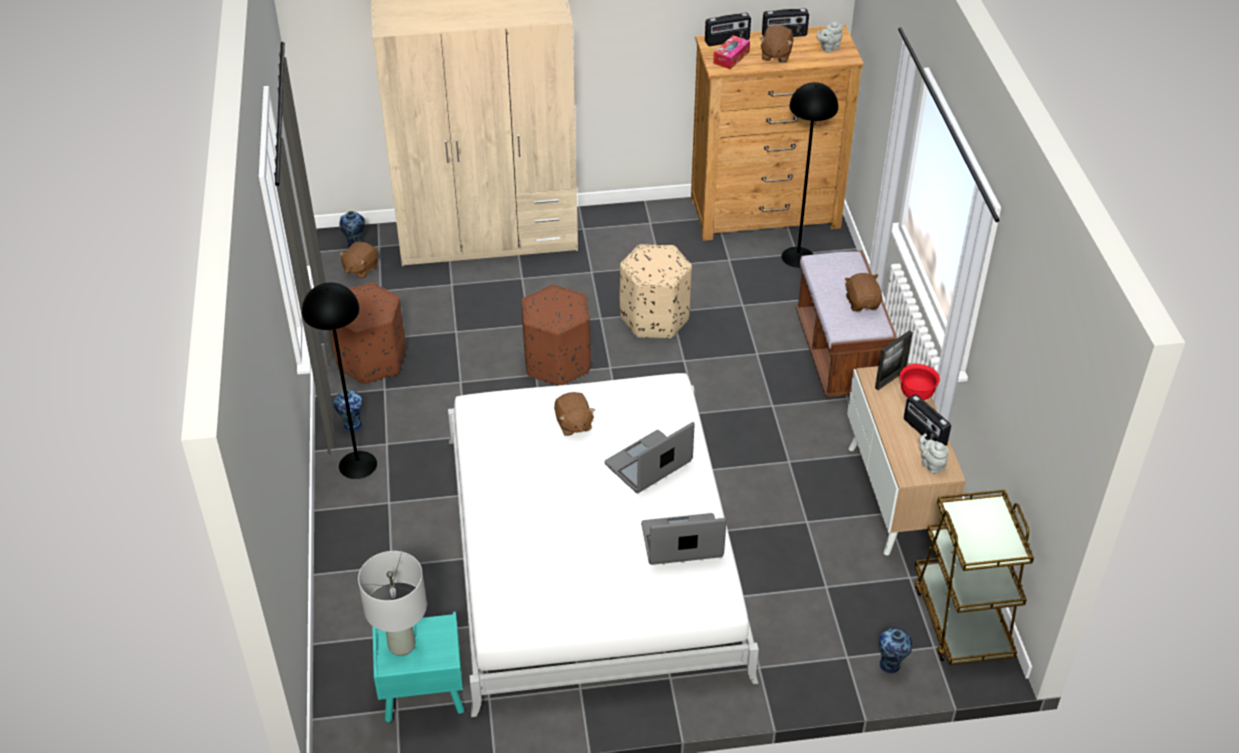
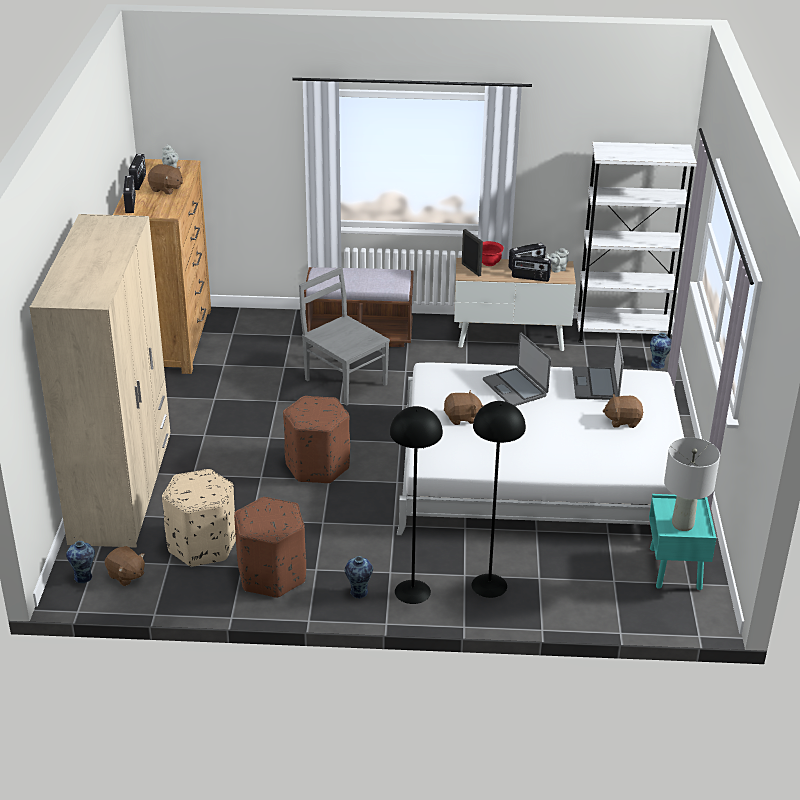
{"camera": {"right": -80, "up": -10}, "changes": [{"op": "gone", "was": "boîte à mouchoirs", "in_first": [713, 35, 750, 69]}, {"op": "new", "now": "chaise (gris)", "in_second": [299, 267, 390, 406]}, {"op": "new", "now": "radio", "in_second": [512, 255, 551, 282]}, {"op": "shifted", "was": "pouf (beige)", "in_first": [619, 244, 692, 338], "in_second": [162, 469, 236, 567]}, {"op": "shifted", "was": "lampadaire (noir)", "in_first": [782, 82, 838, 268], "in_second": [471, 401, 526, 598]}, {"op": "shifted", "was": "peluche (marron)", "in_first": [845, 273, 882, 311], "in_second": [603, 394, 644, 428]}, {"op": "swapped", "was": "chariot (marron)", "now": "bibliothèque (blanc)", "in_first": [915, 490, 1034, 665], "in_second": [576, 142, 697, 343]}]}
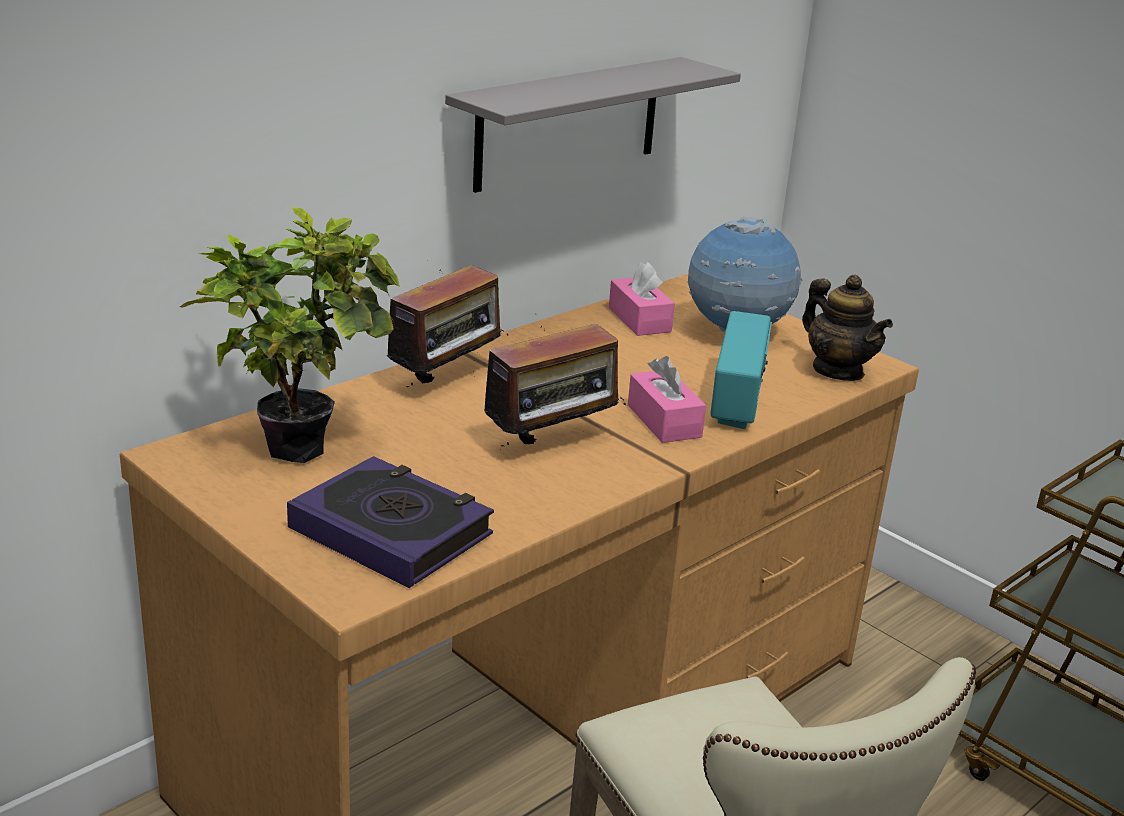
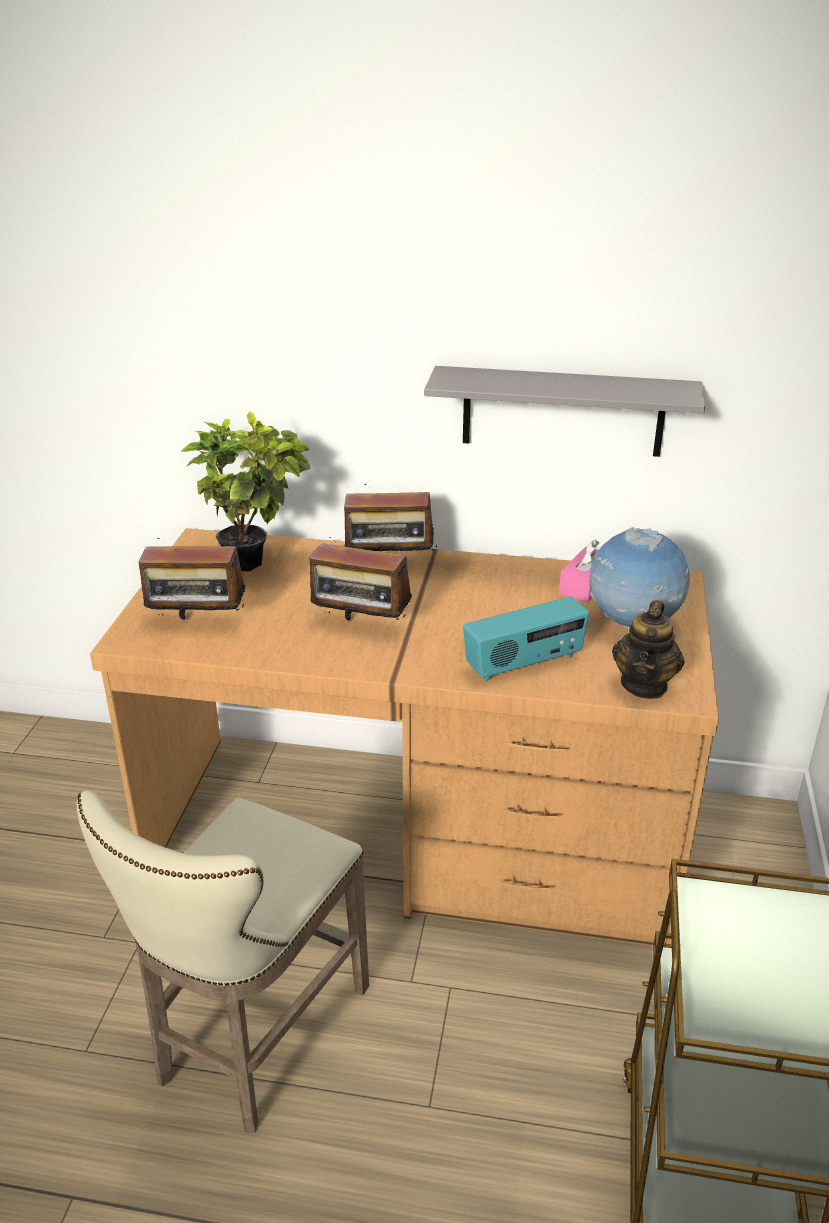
{"camera": {"right": 55, "up": 5}, "changes": [{"op": "gone", "was": "boîte à mouchoirs (rose)", "in_first": [628, 356, 706, 443]}, {"op": "swapped", "was": "livre", "now": "radio", "in_first": [287, 456, 494, 588], "in_second": [138, 538, 245, 621]}]}
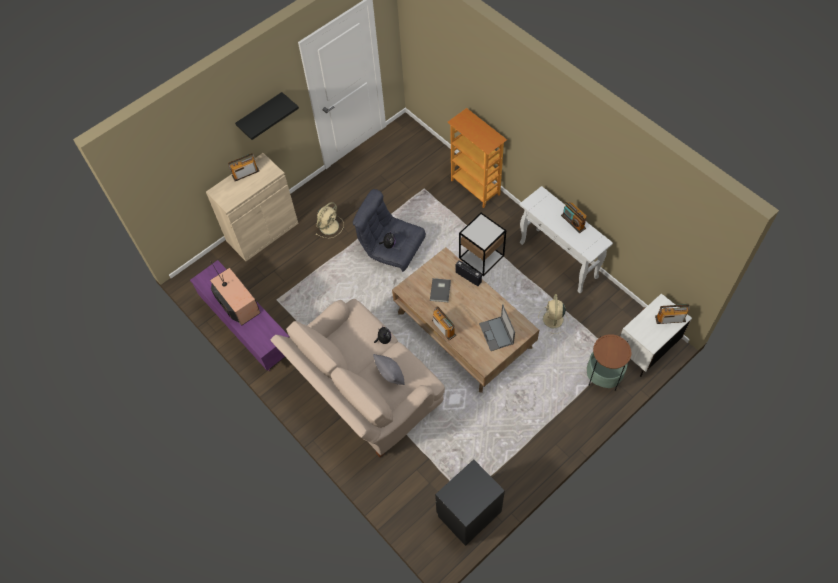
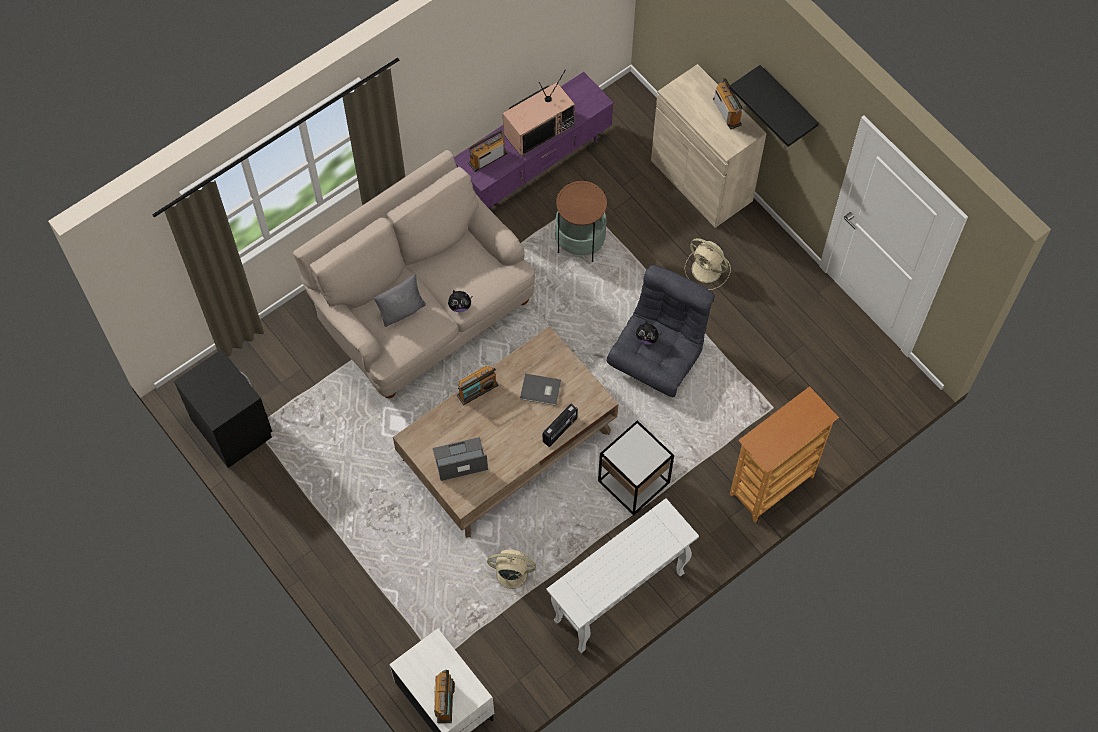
{"camera": {"right": 90, "up": 5}, "changes": [{"op": "shifted", "was": "radio", "in_first": [561, 202, 587, 233], "in_second": [468, 130, 508, 172]}, {"op": "shifted", "was": "table d'appoint", "in_first": [587, 334, 631, 391], "in_second": [555, 181, 607, 262]}]}
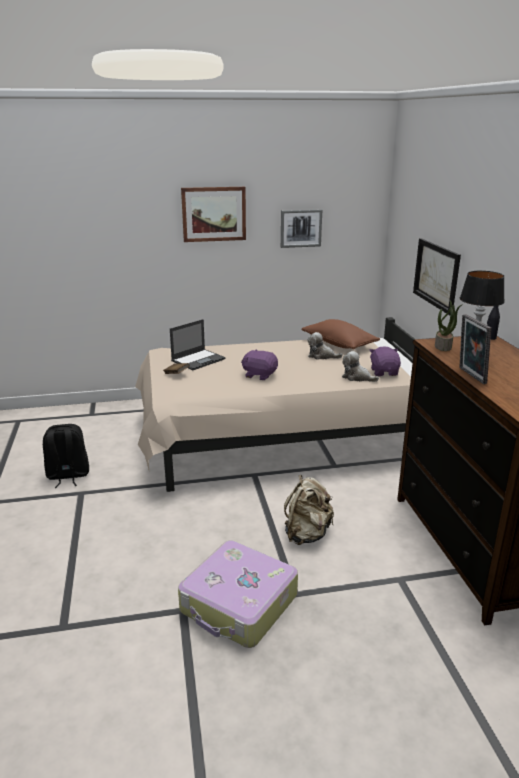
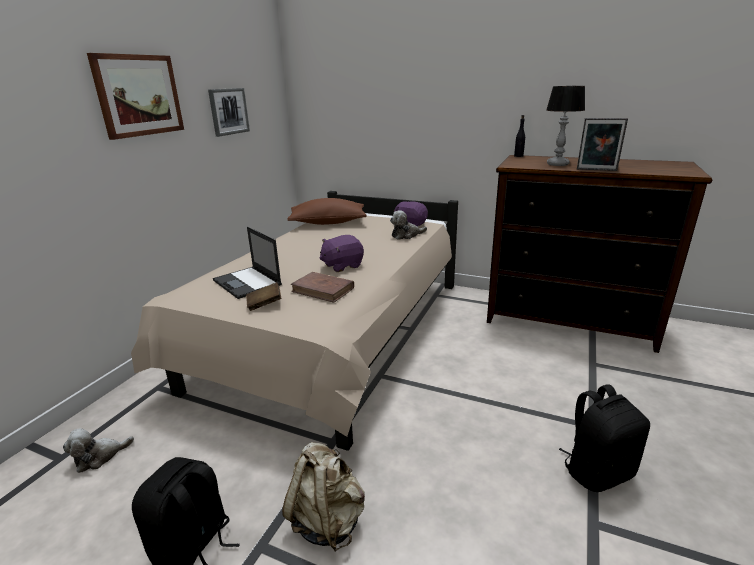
{"camera": {"right": -55, "up": 0}, "changes": [{"op": "gone", "was": "tableau", "in_first": [413, 238, 461, 315]}, {"op": "gone", "was": "plante en pot", "in_first": [435, 300, 463, 351]}, {"op": "new", "now": "livre (marron)", "in_second": [290, 272, 354, 303]}, {"op": "shifted", "was": "sac à dos (beige)", "in_first": [284, 475, 334, 545], "in_second": [282, 442, 365, 552]}, {"op": "shifted", "was": "peluche", "in_first": [307, 332, 343, 360], "in_second": [63, 428, 134, 473]}, {"op": "swapped", "was": "valise", "now": "sac à dos (noir)", "in_first": [178, 541, 298, 648], "in_second": [559, 384, 650, 492]}, {"op": "rotated", "was": "ordinateur portable", "in_first": [170, 319, 226, 370], "in_second": [213, 227, 282, 299], "clockwise": 150}]}
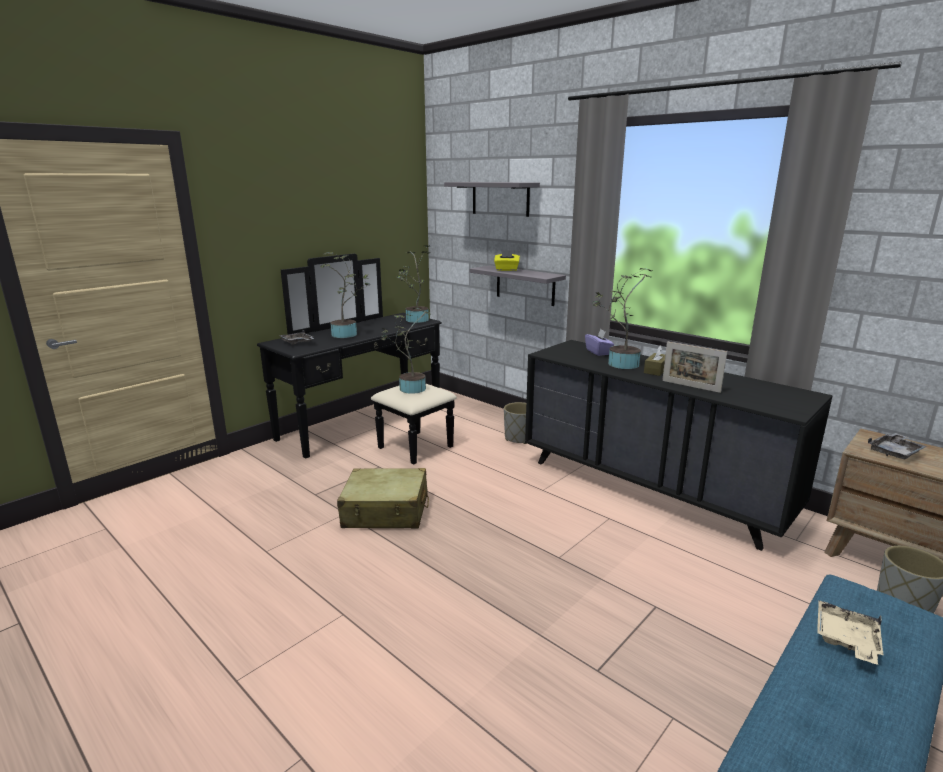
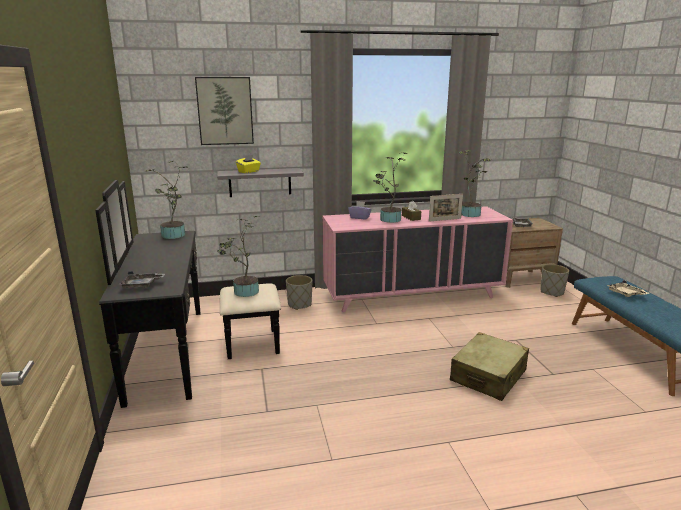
{"camera": {"right": -55, "up": 0}, "changes": [{"op": "shifted", "was": "plante en pot", "in_first": [320, 252, 369, 338], "in_second": [458, 150, 491, 217]}, {"op": "shifted", "was": "valise (beige)", "in_first": [337, 468, 429, 528], "in_second": [450, 332, 529, 401]}, {"op": "swapped", "was": "étagère (gris)", "now": "tableau", "in_first": [444, 182, 540, 217], "in_second": [195, 77, 254, 145]}, {"op": "repainted", "was": "commode (noir)", "now": "commode (rose)", "in_first": [525, 340, 833, 551], "in_second": [323, 206, 513, 312]}]}
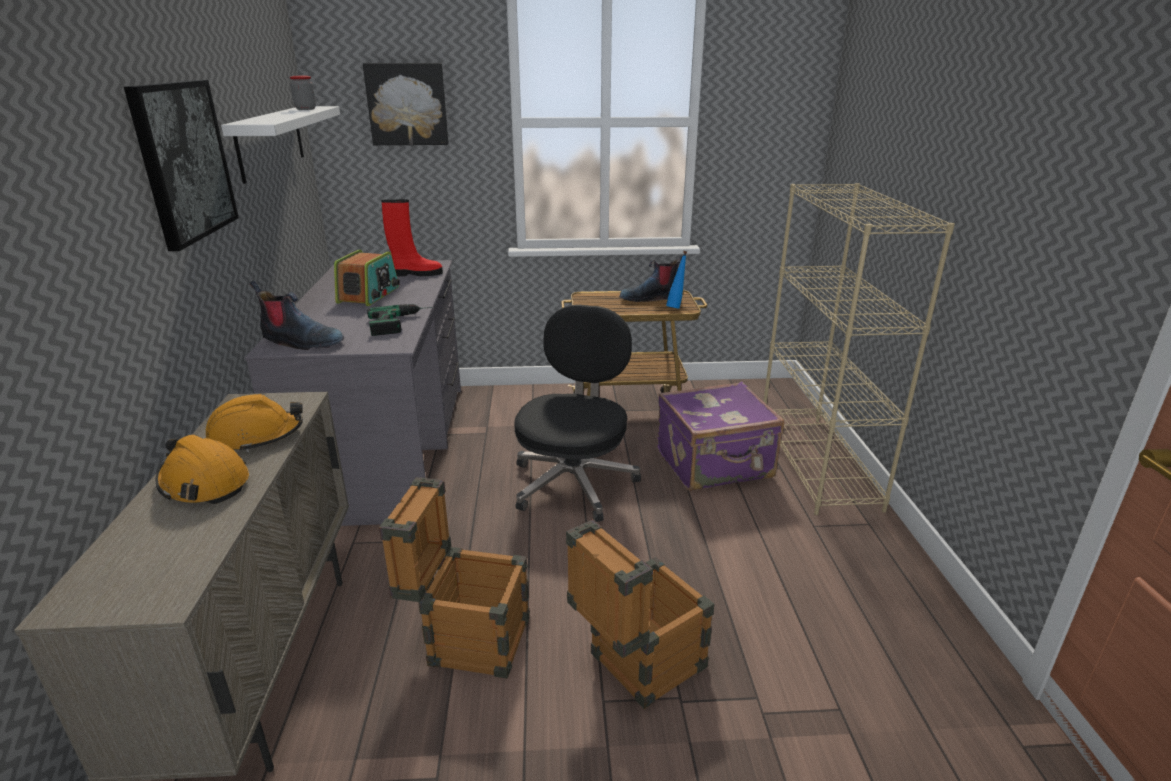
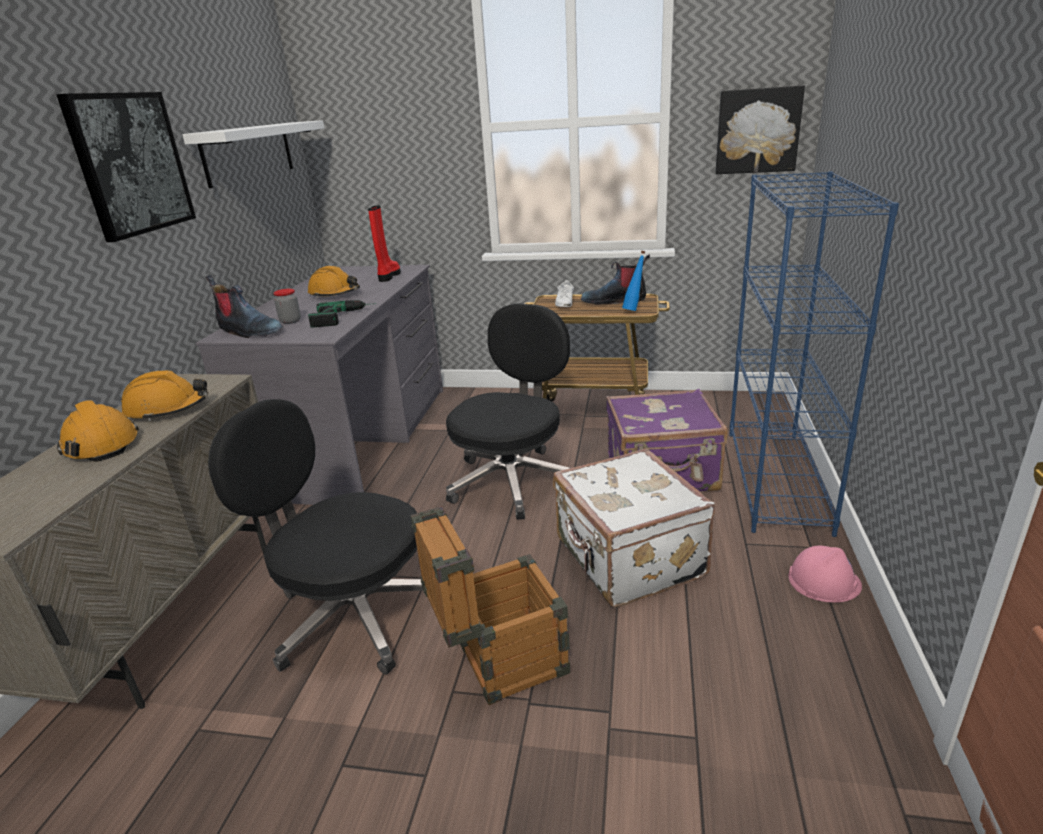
{"camera": {"right": 15, "up": 0}, "changes": [{"op": "new", "now": "valise (blanc)", "in_second": [553, 449, 715, 607]}, {"op": "new", "now": "chaussure (blanc)", "in_second": [555, 280, 574, 307]}, {"op": "new", "now": "casque de chantier (rose)", "in_second": [789, 546, 862, 603]}, {"op": "shifted", "was": "bocal", "in_first": [290, 76, 316, 110], "in_second": [273, 289, 301, 324]}, {"op": "shifted", "was": "tableau", "in_first": [363, 63, 449, 145], "in_second": [715, 85, 805, 174]}, {"op": "swapped", "was": "radio", "now": "casque de chantier (orange)", "in_first": [334, 250, 400, 306], "in_second": [308, 266, 360, 298]}, {"op": "swapped", "was": "caisse", "now": "chaise de bureau (noir)", "in_first": [379, 477, 530, 679], "in_second": [208, 399, 423, 675]}, {"op": "repainted", "was": "bibliothèque (beige)", "now": "bibliothèque (bleu)", "in_first": [763, 183, 955, 515], "in_second": [729, 171, 899, 537]}, {"op": "rotated", "was": "botte (rouge)", "in_first": [381, 199, 443, 276], "in_second": [368, 206, 401, 282], "clockwise": -90}]}
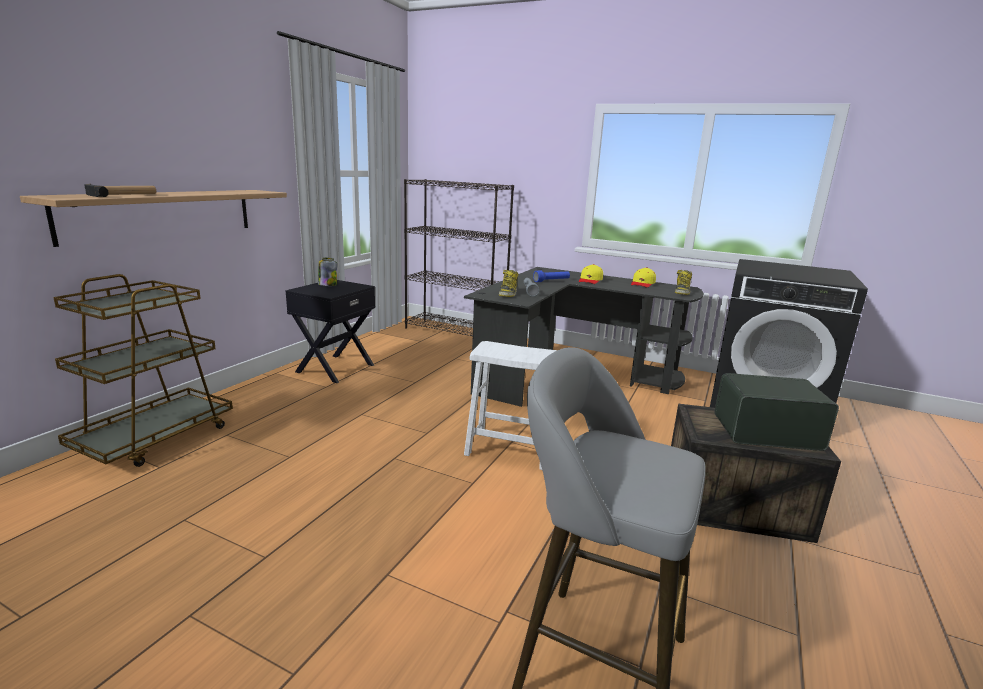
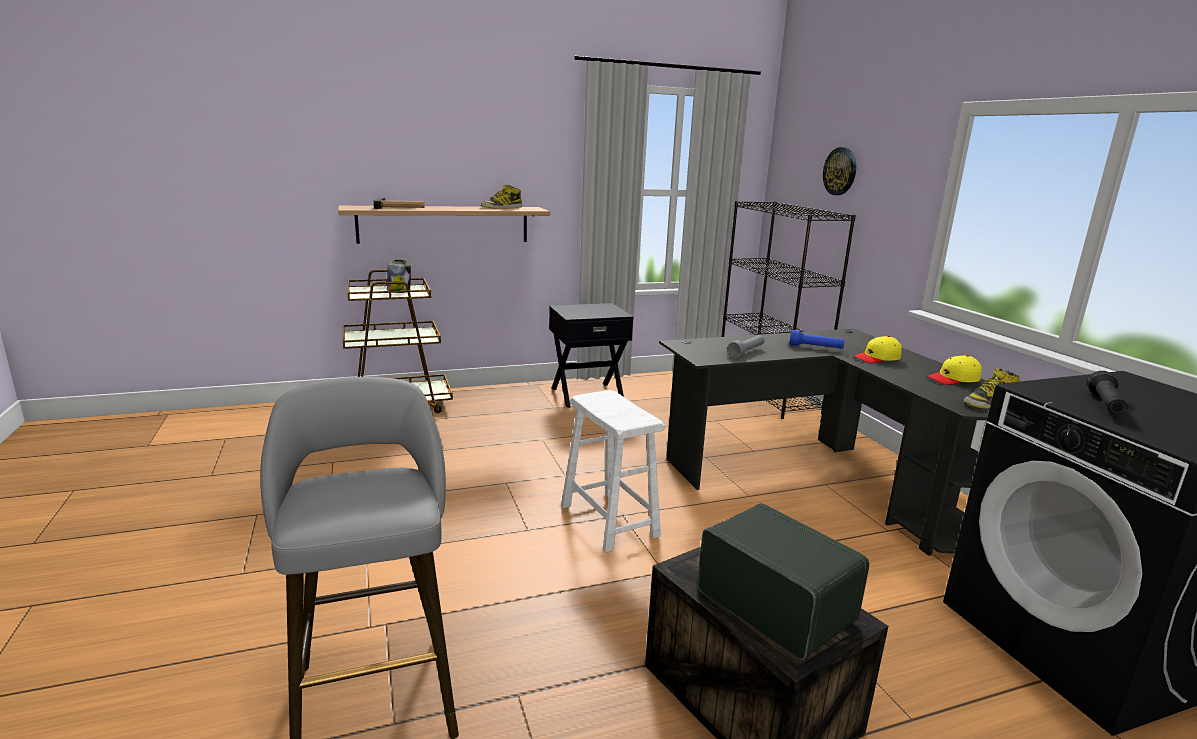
{"camera": {"right": 45, "up": 0}, "changes": [{"op": "new", "now": "horloge murale", "in_second": [823, 147, 856, 195]}, {"op": "new", "now": "lampe de poche (noir)", "in_second": [1087, 371, 1128, 415]}, {"op": "shifted", "was": "bocal", "in_first": [318, 258, 337, 286], "in_second": [387, 260, 411, 293]}, {"op": "shifted", "was": "botte", "in_first": [499, 270, 518, 297], "in_second": [481, 184, 522, 209]}]}
